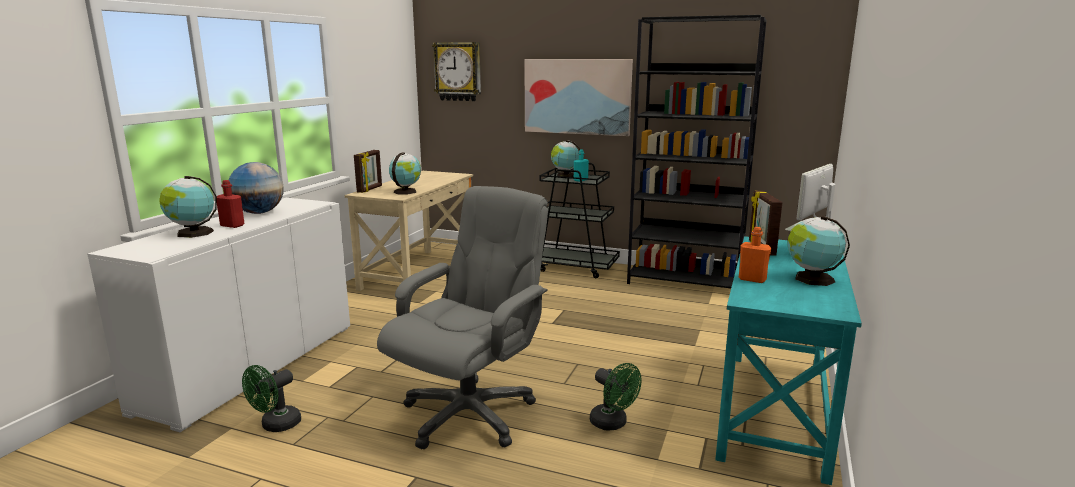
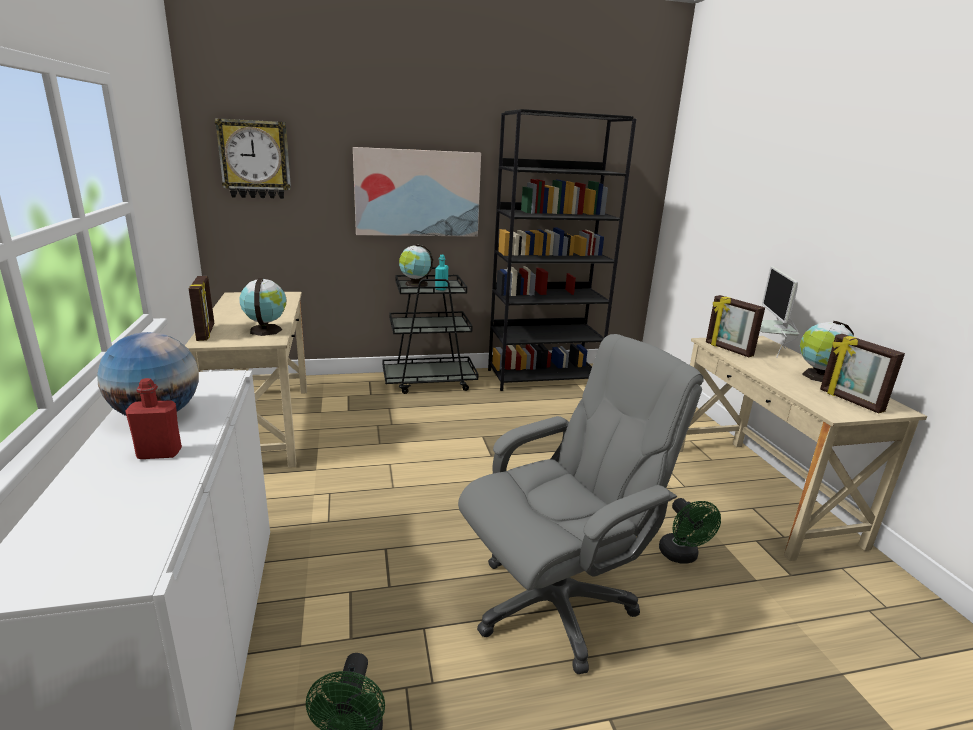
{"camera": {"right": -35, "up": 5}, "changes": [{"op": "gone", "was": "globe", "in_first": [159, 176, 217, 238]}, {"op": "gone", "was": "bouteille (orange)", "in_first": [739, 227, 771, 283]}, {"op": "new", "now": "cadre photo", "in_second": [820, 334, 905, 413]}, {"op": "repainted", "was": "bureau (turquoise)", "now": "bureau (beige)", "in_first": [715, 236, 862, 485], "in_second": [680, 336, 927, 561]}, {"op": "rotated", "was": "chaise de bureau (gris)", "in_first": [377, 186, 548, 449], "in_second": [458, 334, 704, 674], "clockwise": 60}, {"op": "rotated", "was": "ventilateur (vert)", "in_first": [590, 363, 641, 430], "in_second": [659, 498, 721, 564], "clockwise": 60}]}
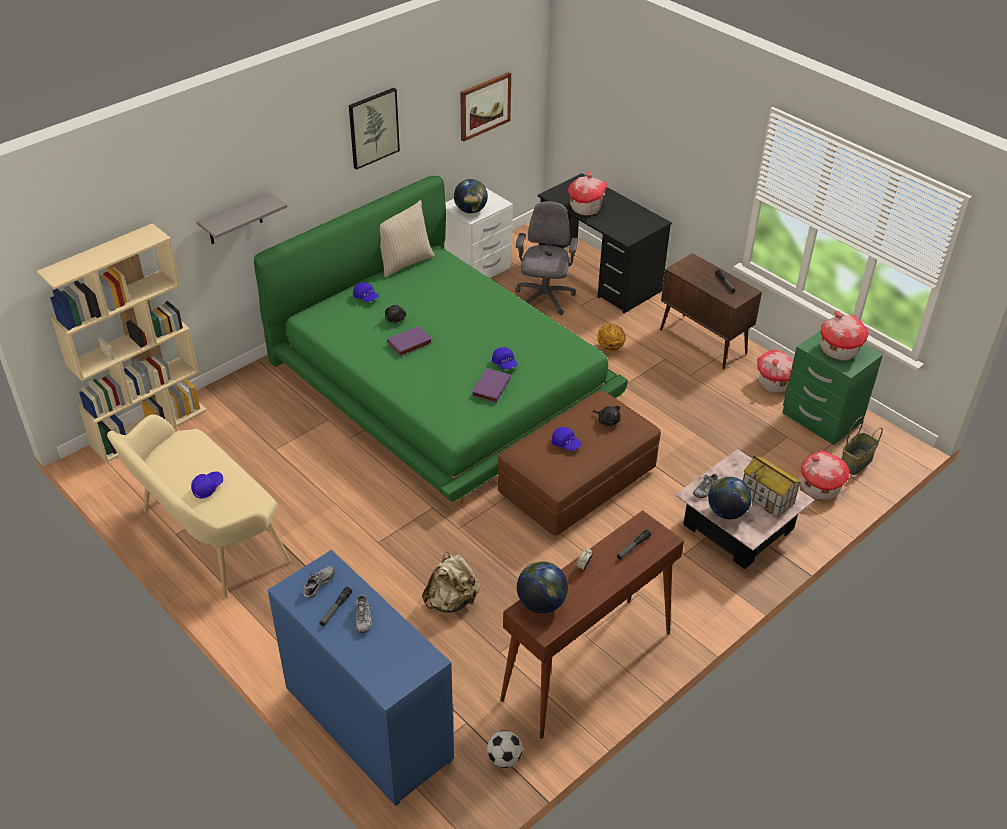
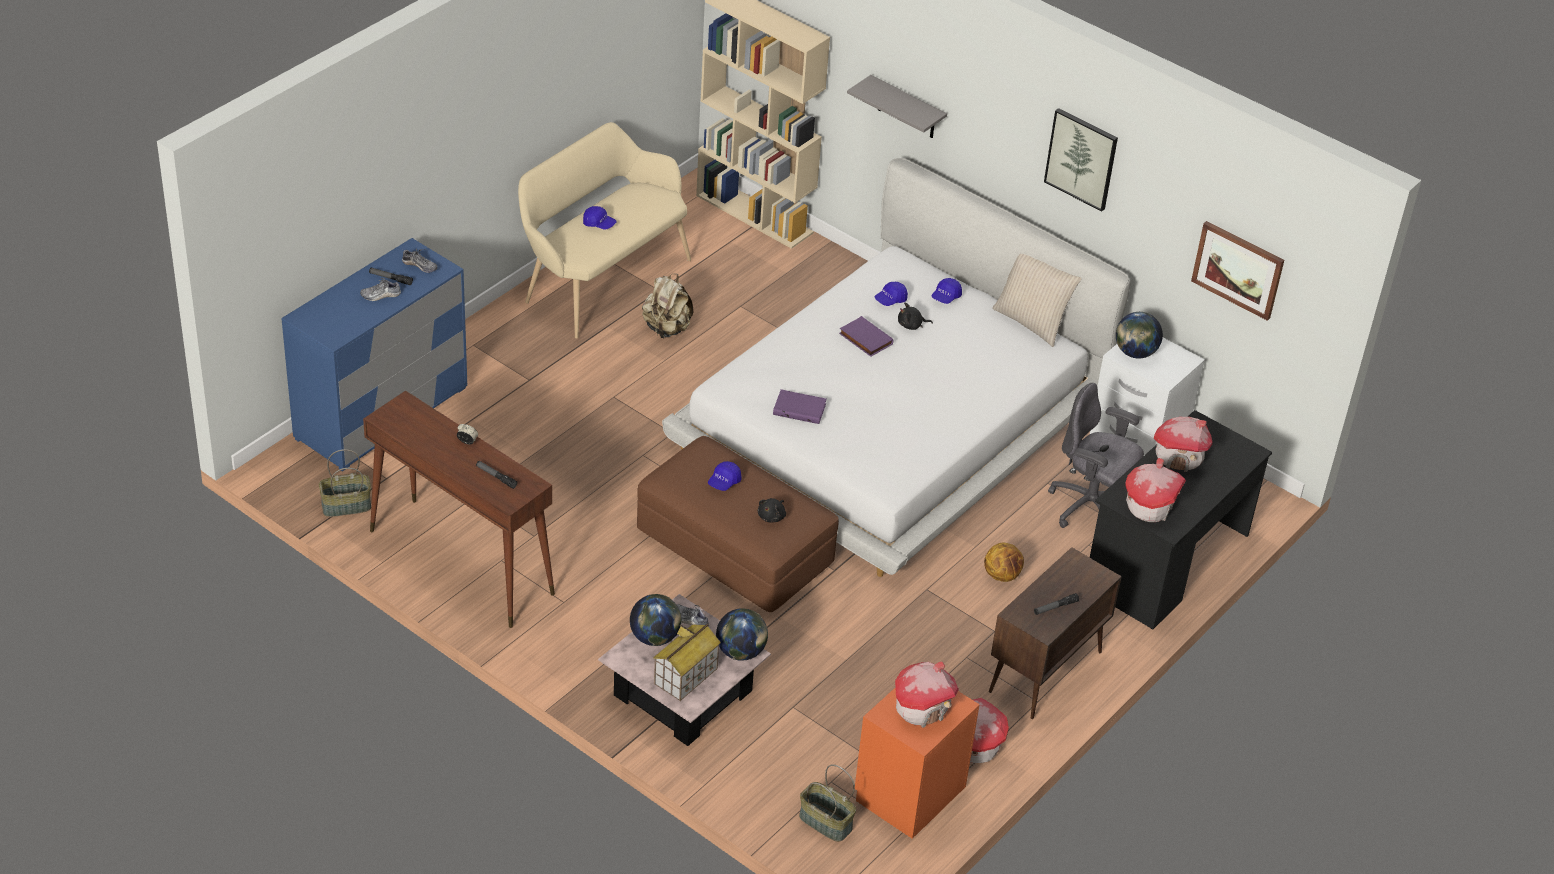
{"camera": {"right": 80, "up": 0}, "changes": [{"op": "shifted", "was": "sac à dos (beige)", "in_first": [422, 552, 480, 612], "in_second": [642, 273, 693, 338]}, {"op": "shifted", "was": "casquette (bleu)", "in_first": [492, 347, 518, 370], "in_second": [875, 282, 908, 306]}, {"op": "shifted", "was": "globe", "in_first": [517, 561, 568, 613], "in_second": [716, 608, 768, 661]}, {"op": "shifted", "was": "maison miniature", "in_first": [801, 450, 849, 500], "in_second": [1125, 458, 1186, 522]}, {"op": "swapped", "was": "ballon de foot", "now": "panier", "in_first": [487, 730, 523, 768], "in_second": [319, 449, 371, 517]}, {"op": "repainted", "was": "lit (vert)", "now": "lit (blanc)", "in_first": [254, 176, 628, 504], "in_second": [662, 158, 1130, 577]}, {"op": "repainted", "was": "table de chevet (vert)", "now": "table de chevet (orange)", "in_first": [782, 330, 883, 445], "in_second": [855, 687, 980, 839]}, {"op": "rotated", "was": "chaise de bureau (gris)", "in_first": [515, 201, 578, 315], "in_second": [1048, 383, 1144, 528], "clockwise": -150}]}
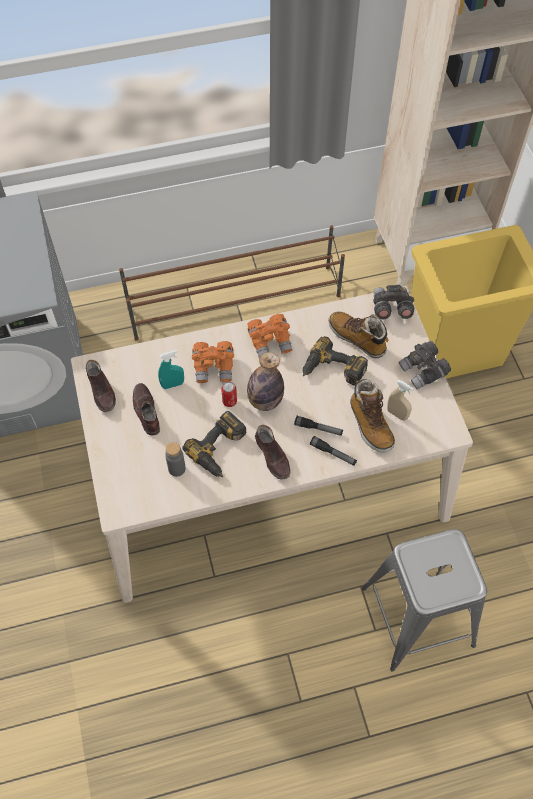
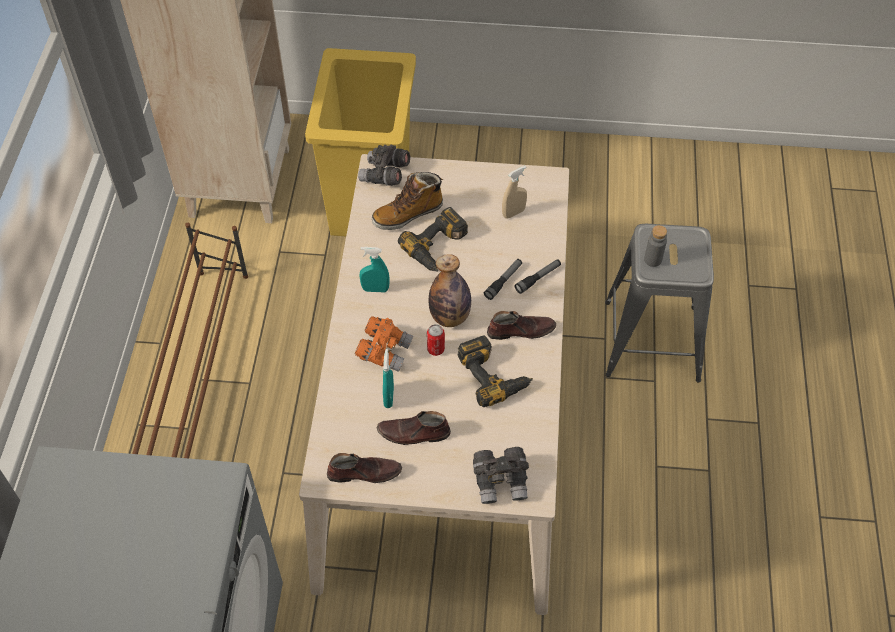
{"camera": {"right": -70, "up": -5}, "changes": [{"op": "gone", "was": "botte", "in_first": [350, 379, 395, 452]}, {"op": "shifted", "was": "bouteille (gris)", "in_first": [165, 442, 186, 477], "in_second": [644, 225, 667, 267]}, {"op": "shifted", "was": "jumelles (gris)", "in_first": [399, 341, 451, 389], "in_second": [473, 447, 529, 504]}, {"op": "swapped", "was": "jumelles (orange)", "now": "vaporisateur (turquoise)", "in_first": [247, 314, 292, 358], "in_second": [359, 247, 389, 293]}]}
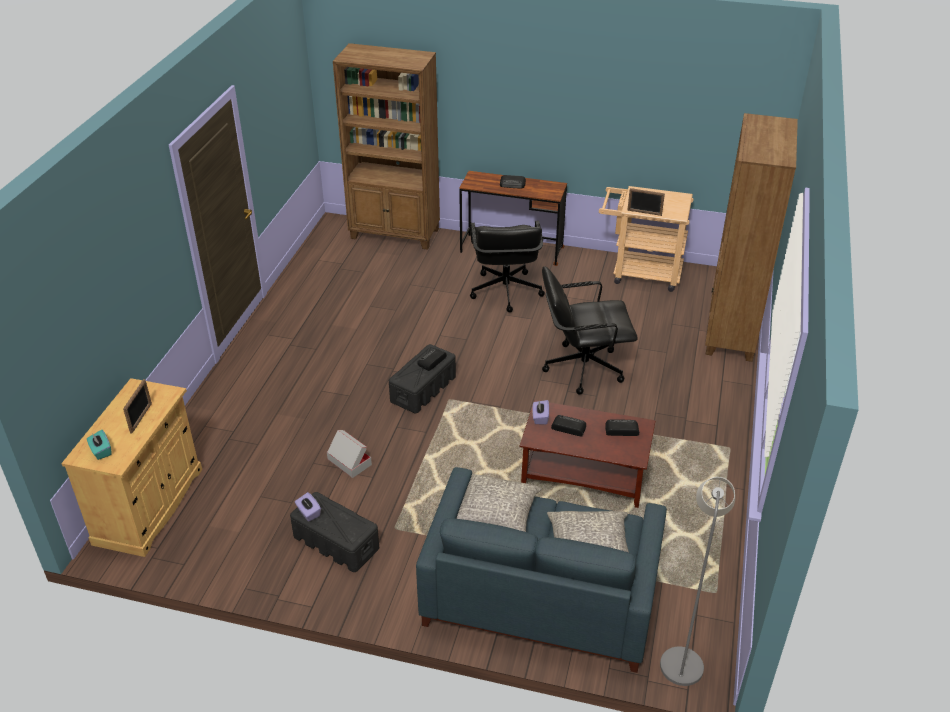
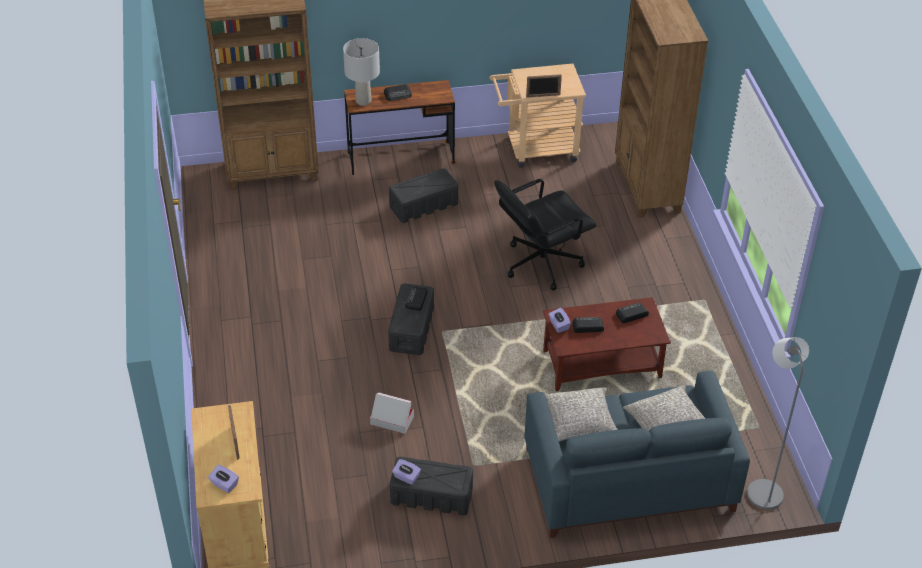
{"camera": {"right": -25, "up": 5}, "changes": [{"op": "new", "now": "lampe de table (gris)", "in_second": [343, 38, 380, 106]}, {"op": "swapped", "was": "chaise de bureau (noir)", "now": "boîte de rangement (noir)", "in_first": [470, 221, 545, 313], "in_second": [389, 168, 458, 223]}, {"op": "repainted", "was": "boîte à mouchoirs (turquoise)", "now": "boîte à mouchoirs (violet)", "in_first": [87, 430, 111, 460], "in_second": [208, 465, 239, 493]}]}
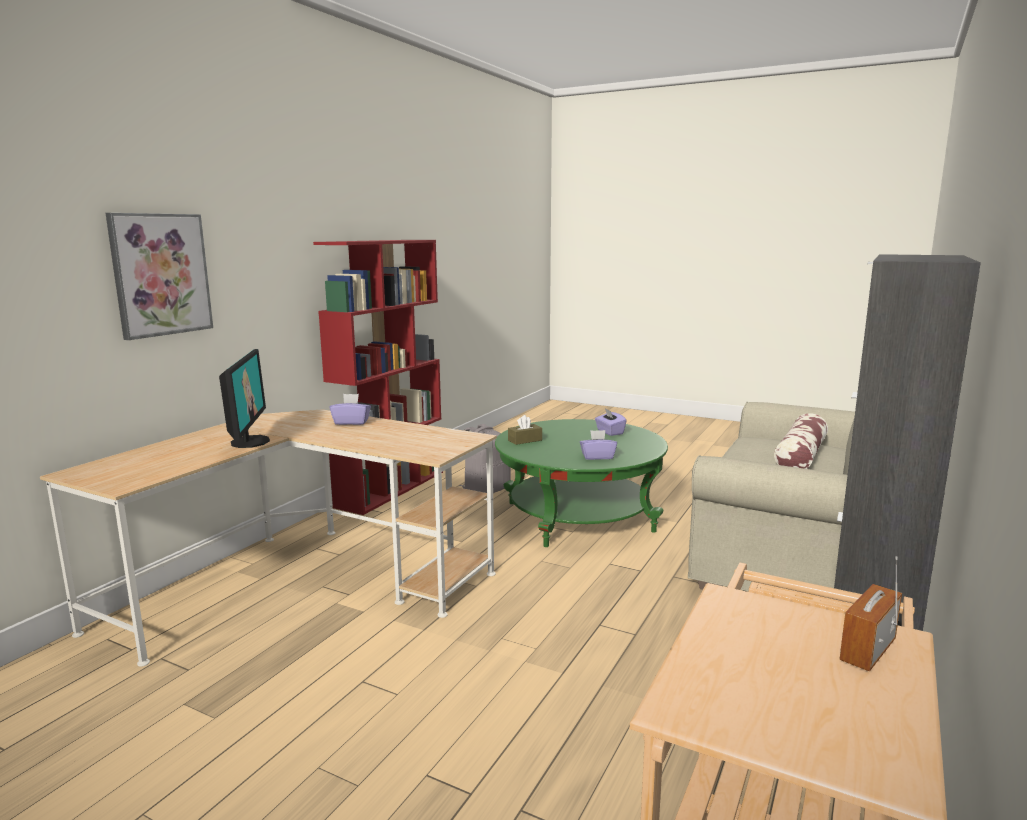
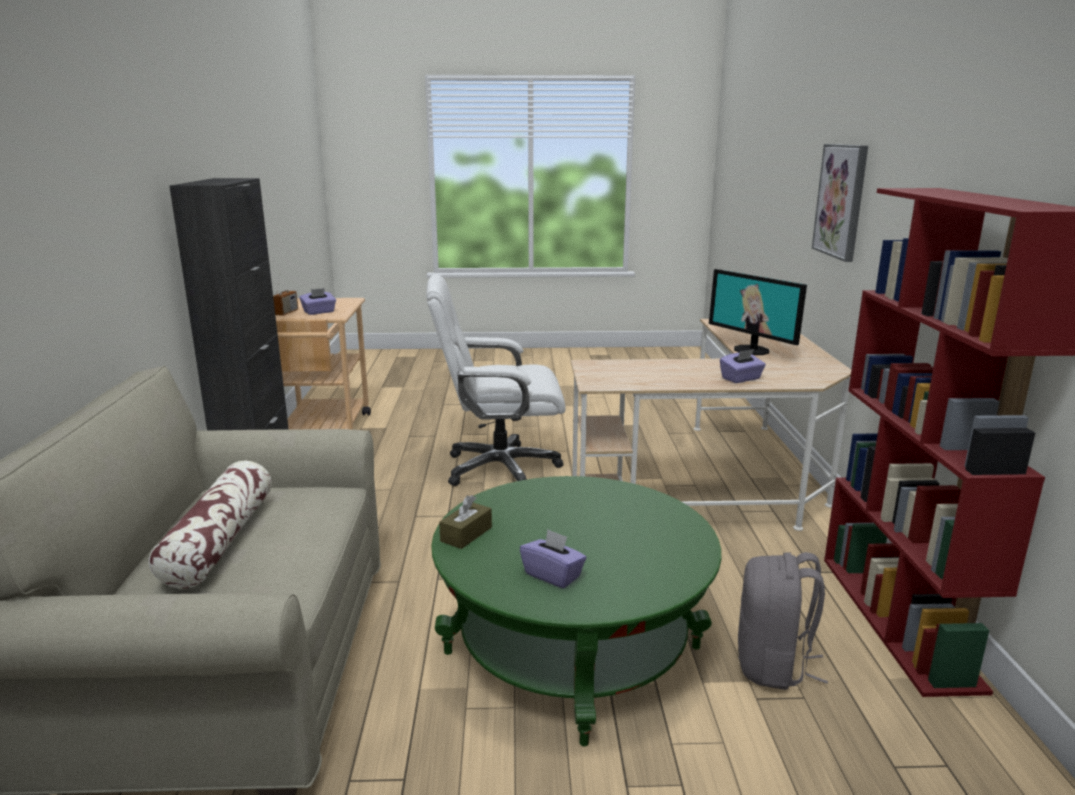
{"camera": {"right": 150, "up": 5}, "changes": [{"op": "new", "now": "chaise de bureau (blanc)", "in_second": [426, 274, 566, 486]}, {"op": "shifted", "was": "boîte à mouchoirs (marron)", "in_first": [508, 415, 542, 445], "in_second": [439, 495, 492, 549]}, {"op": "shifted", "was": "boîte à mouchoirs (violet)", "in_first": [580, 430, 617, 460], "in_second": [299, 288, 336, 315]}]}
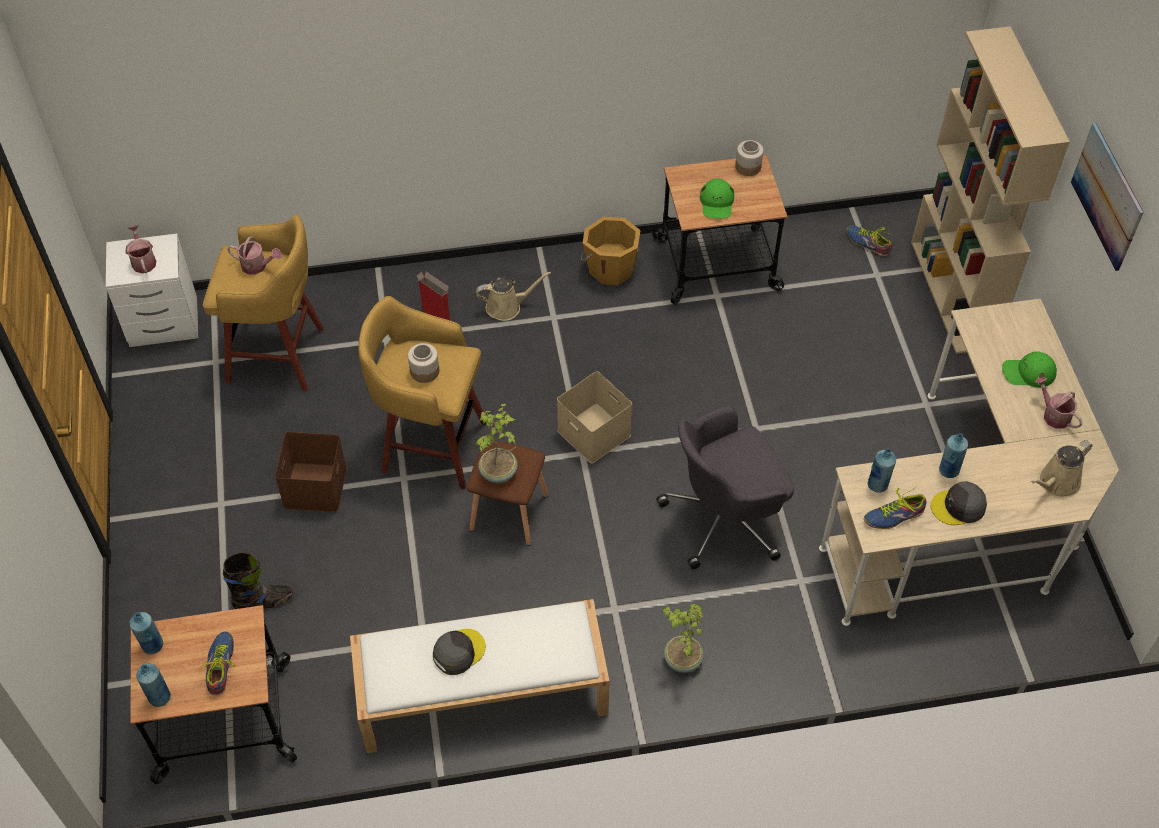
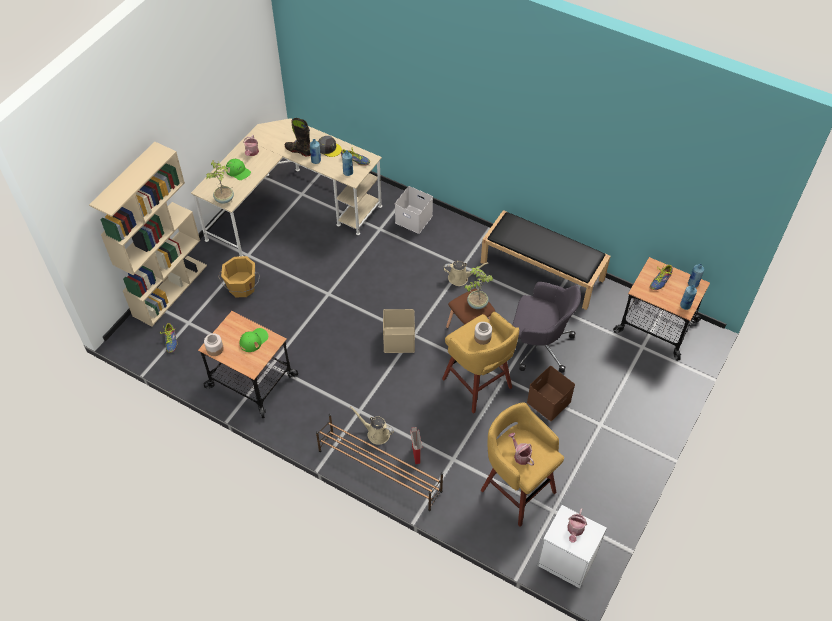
{"camera": {"right": -140, "up": 0}, "changes": [{"op": "gone", "was": "casquette (gris)", "in_first": [433, 629, 486, 675]}, {"op": "gone", "was": "tableau", "in_first": [1071, 123, 1144, 271]}, {"op": "new", "now": "étagère à chaussures (marron)", "in_second": [316, 414, 443, 511]}, {"op": "new", "now": "boîte de rangement (blanc)", "in_second": [395, 186, 433, 234]}, {"op": "shifted", "was": "botte (noir)", "in_first": [223, 552, 293, 609], "in_second": [285, 118, 311, 156]}, {"op": "shifted", "was": "seau (orange)", "in_first": [581, 217, 641, 285], "in_second": [218, 256, 260, 297]}, {"op": "shifted", "was": "chaise de bureau (gris)", "in_first": [656, 406, 794, 569], "in_second": [513, 282, 581, 373]}, {"op": "shifted", "was": "plante en pot", "in_first": [662, 604, 704, 673], "in_second": [206, 160, 234, 203]}, {"op": "shifted", "was": "arrosoir (beige)", "in_first": [1031, 440, 1092, 498], "in_second": [443, 261, 488, 286]}, {"op": "repainted", "was": "banc (blanc)", "now": "banc (noir)", "in_first": [350, 599, 609, 753], "in_second": [481, 210, 611, 310]}]}
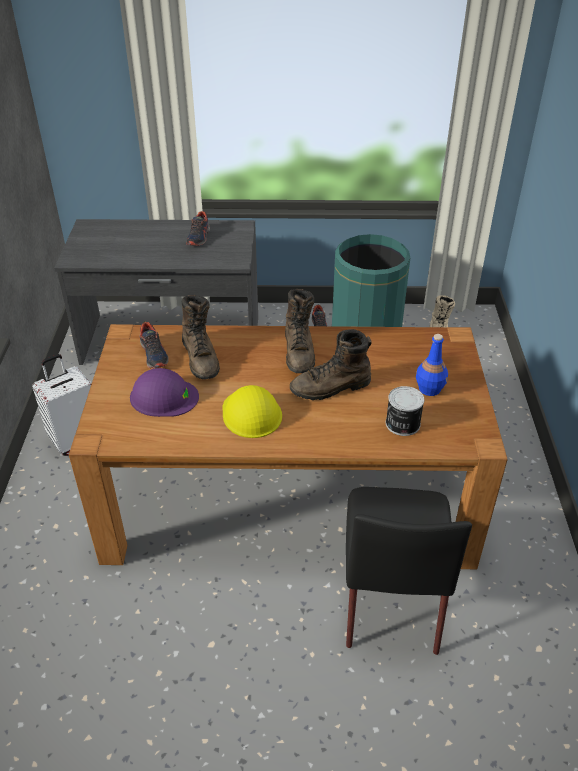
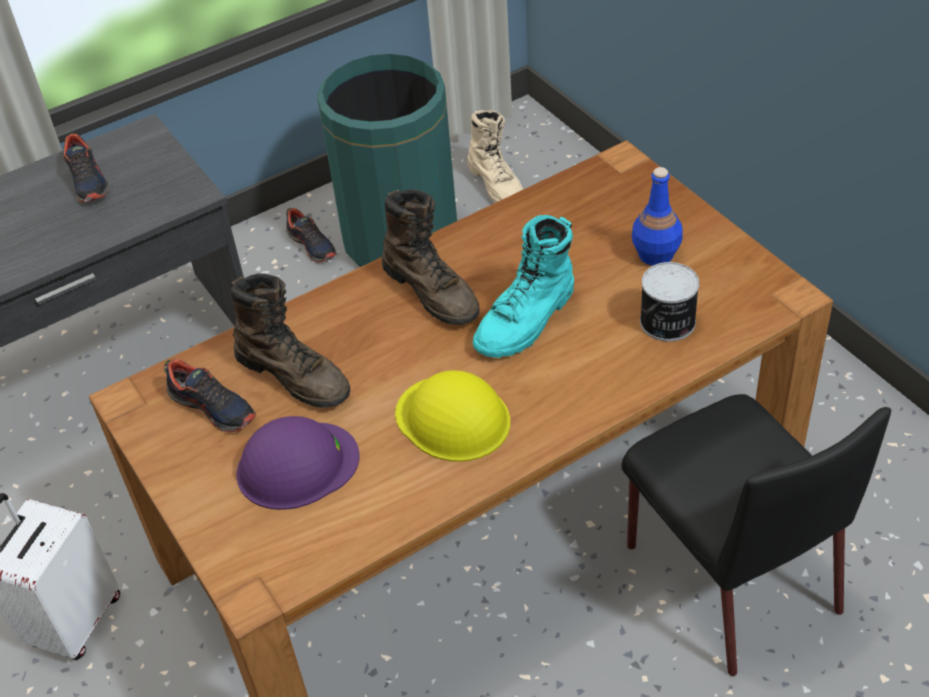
{"camera": {"right": -30, "up": 5}, "changes": [{"op": "repainted", "was": "botte (marron)", "now": "botte (turquoise)", "in_first": [290, 329, 372, 400], "in_second": [473, 215, 574, 358]}]}
